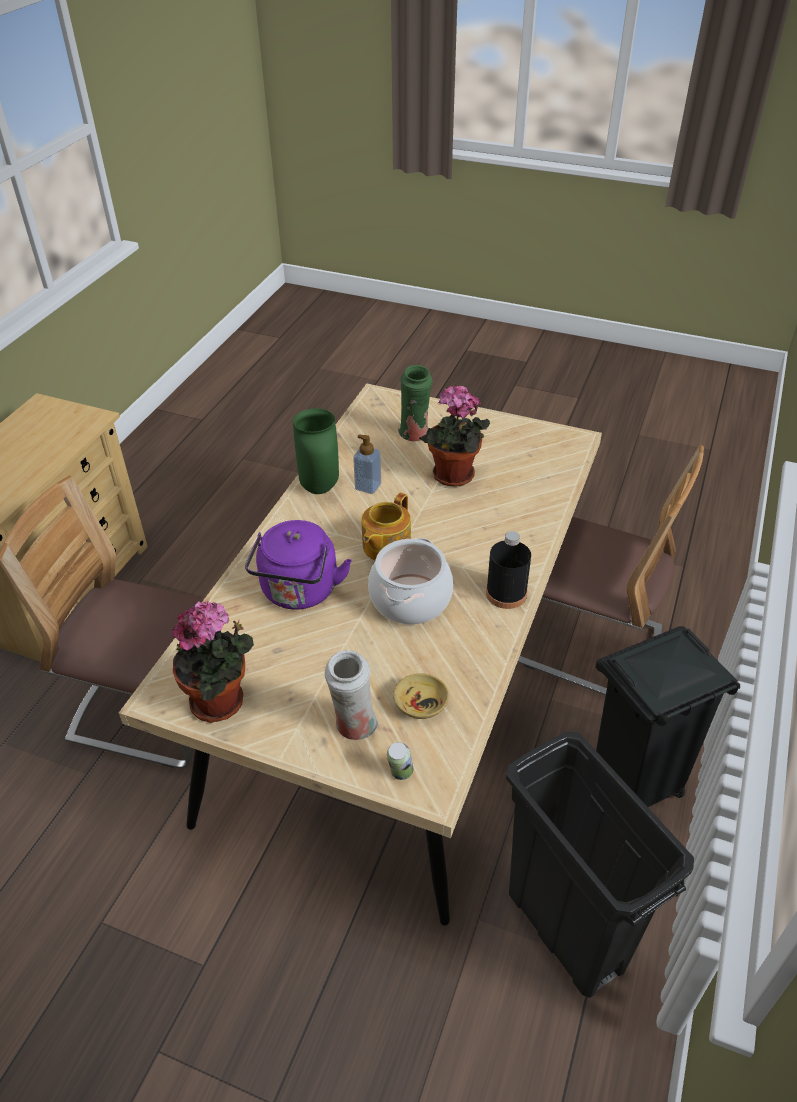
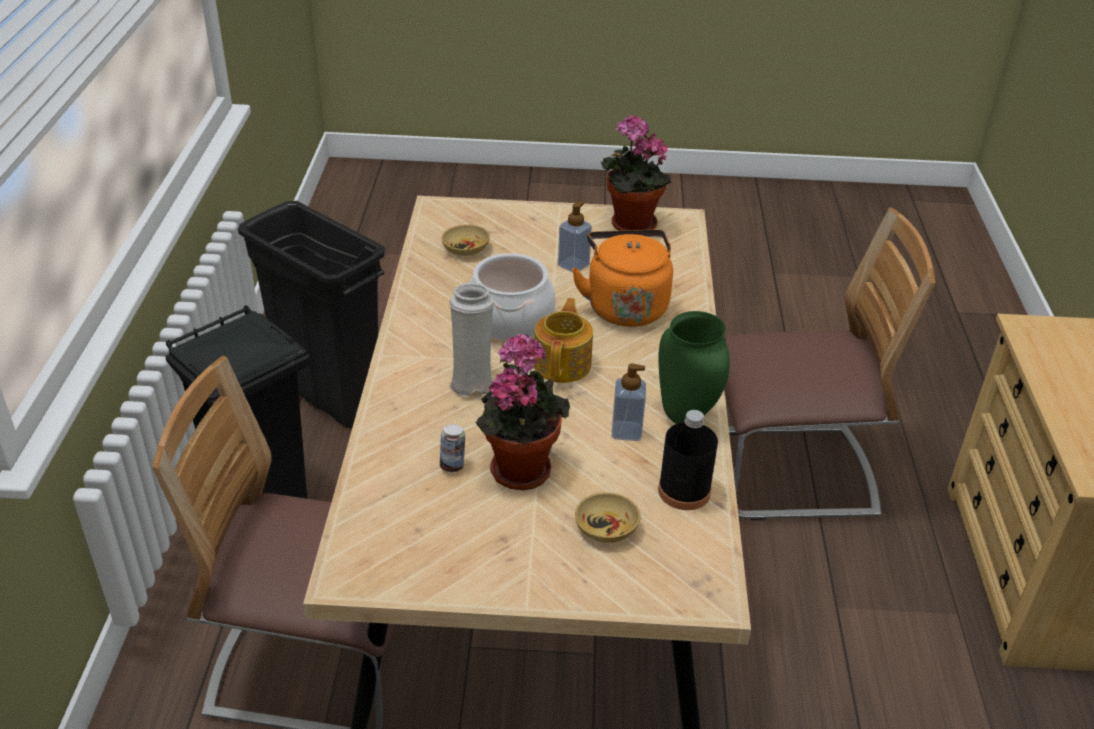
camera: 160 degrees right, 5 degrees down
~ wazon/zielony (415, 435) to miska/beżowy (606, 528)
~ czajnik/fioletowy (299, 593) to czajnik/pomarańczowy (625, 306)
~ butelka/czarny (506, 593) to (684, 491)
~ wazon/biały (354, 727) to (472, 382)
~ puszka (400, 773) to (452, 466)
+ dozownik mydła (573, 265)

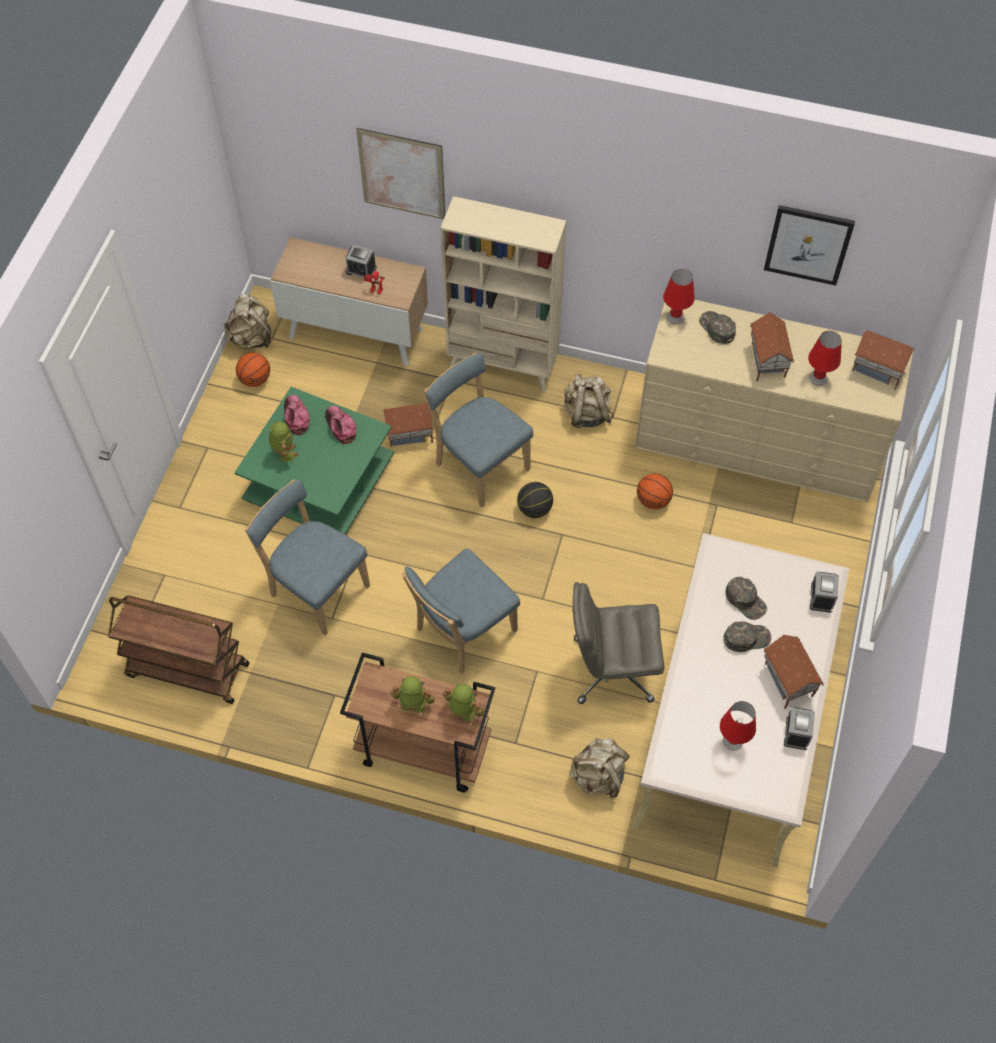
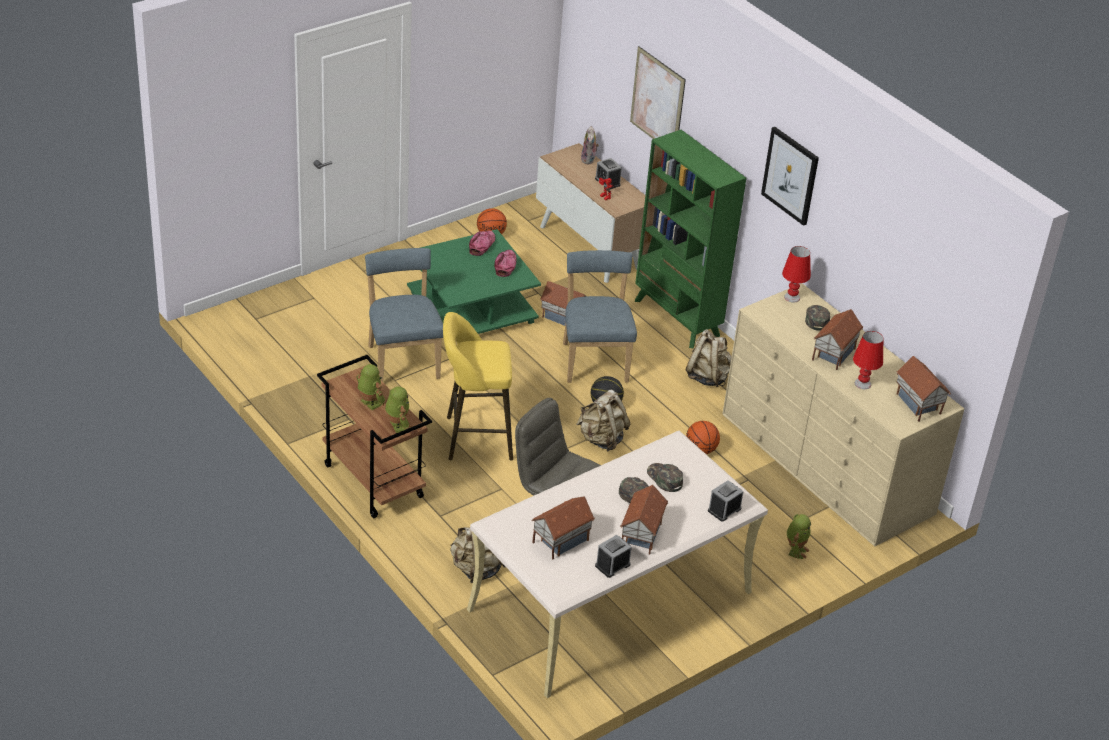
camera: 35 degrees right, 20 degrees down
~ regał/beżowy (503, 365) to regał/zielony (677, 318)
~ obraz (808, 244) to (790, 175)
~ plecak/beżowy (251, 338) to (601, 439)
~ robot zabawkowy (284, 452) to (795, 550)
~ krzesło/niebieski (462, 632) to stołek/żółty (474, 438)
~ czapka z daszkiem/zielony (746, 600) = (664, 478) 150 degrees clockwise
- wózek/brązowy (186, 670)
~ lampa stołowa/czerwony (732, 741) to domek (560, 541)
+ pluszak (589, 160)

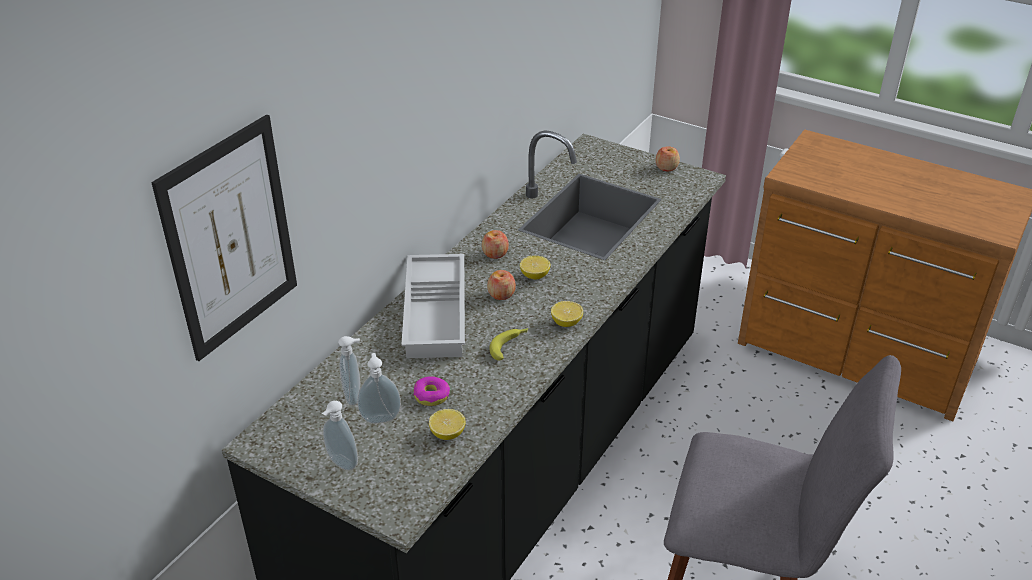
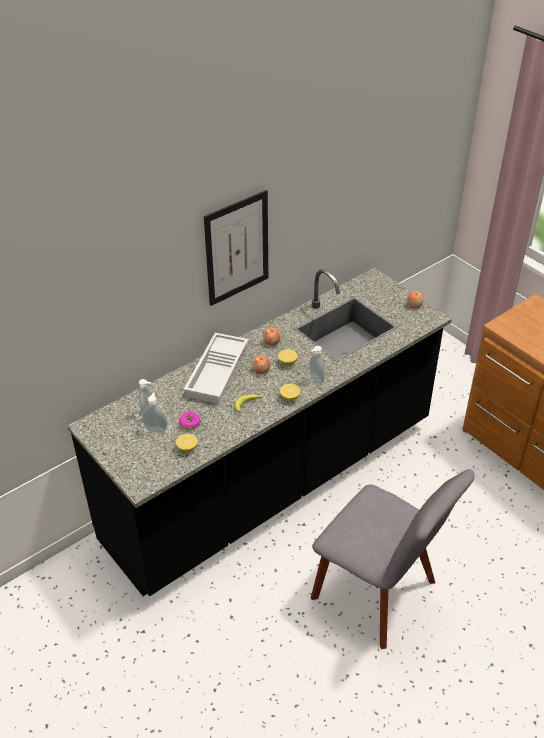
camera: 20 degrees right, 5 degrees up
~ obraz (230, 238) to (237, 248)
~ dozownik mydła (341, 464) to (315, 379)

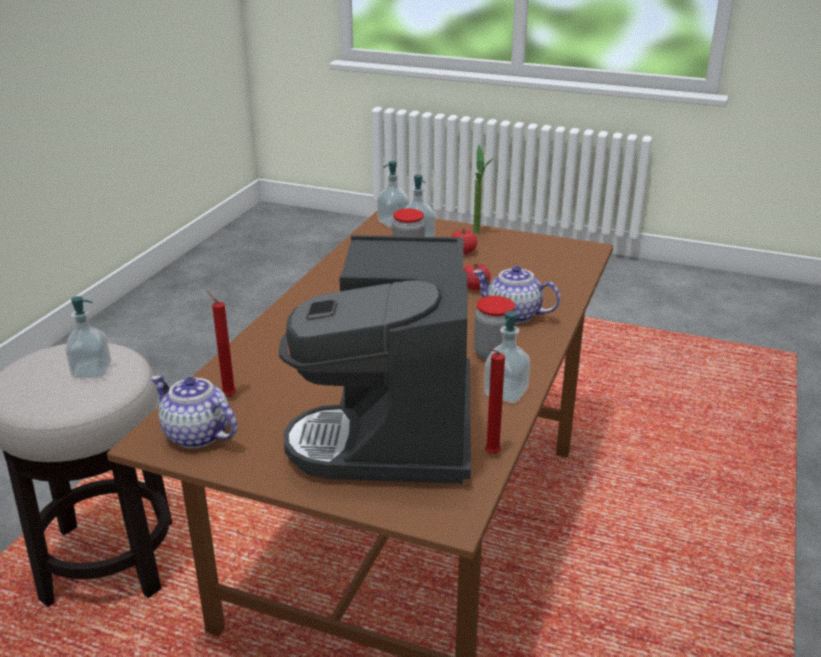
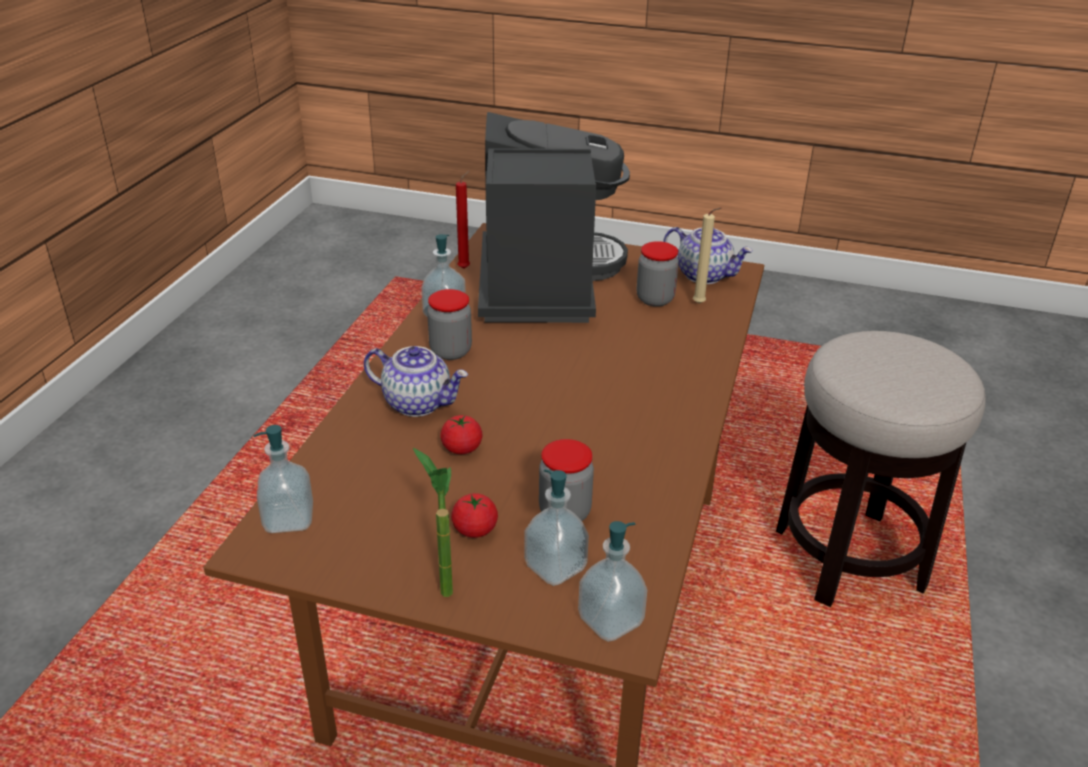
camera: 175 degrees right, 5 degrees up
~ świeca/czerwony (227, 396) to świeca/beżowy (701, 304)
~ dozownik mydła (92, 371) to (289, 519)
+ słoik (655, 299)

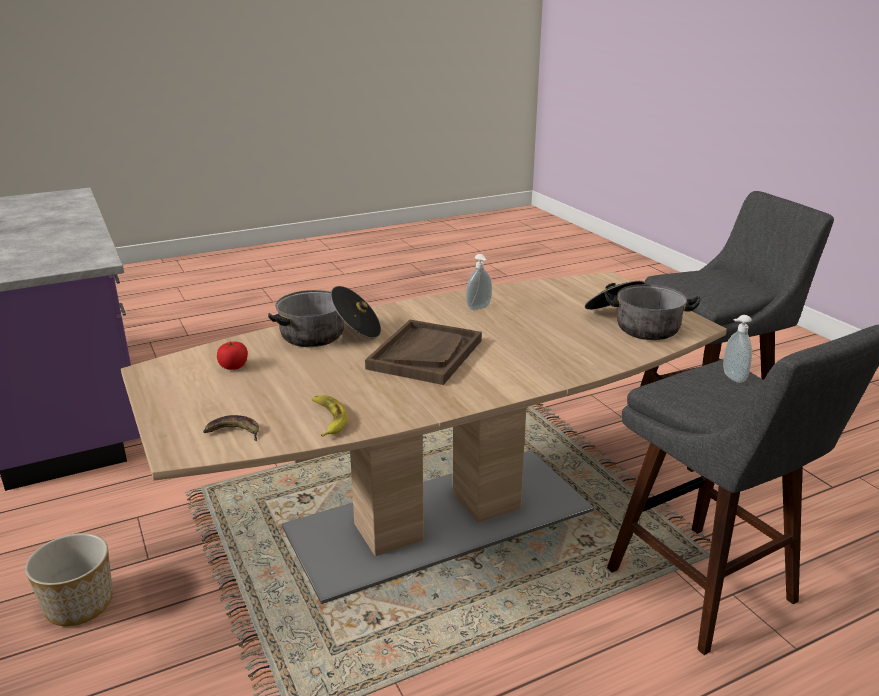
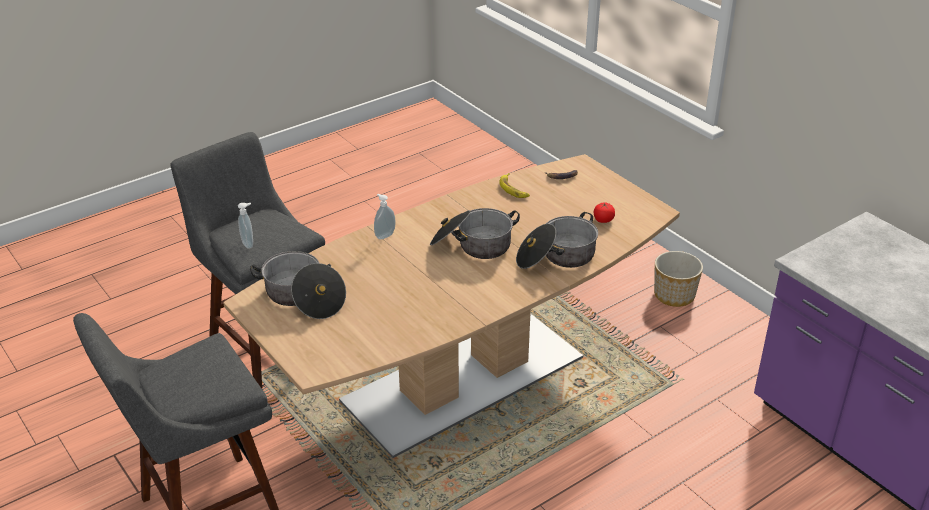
camera: 170 degrees right, 10 degrees up
~ dozownik mydła (479, 308) to (384, 235)
~ taca/brązowy (425, 354) to garnek (472, 245)

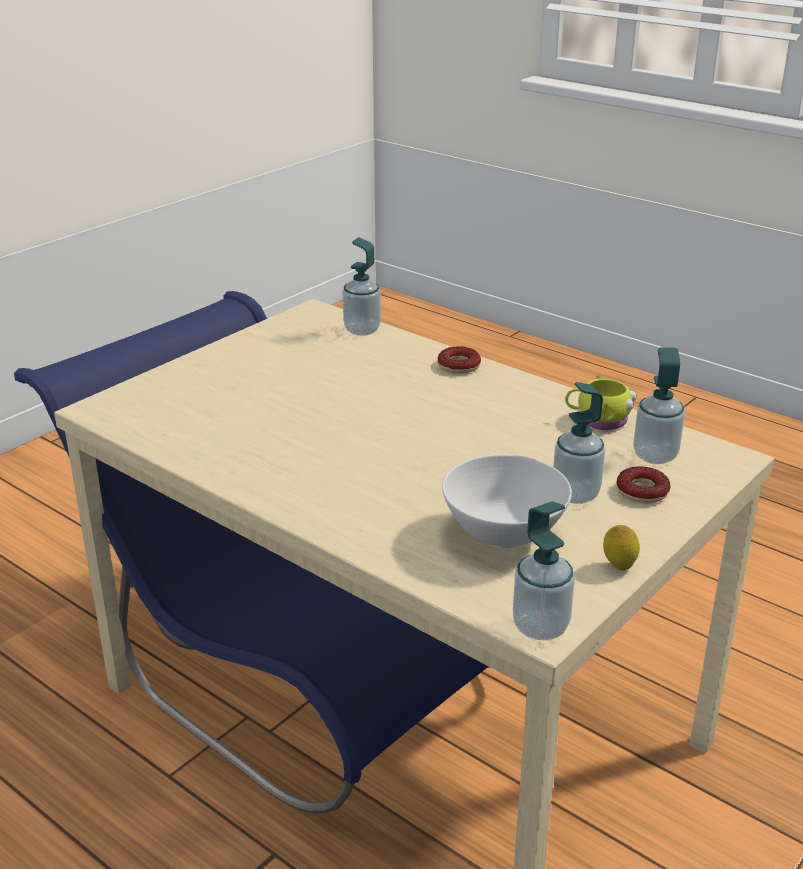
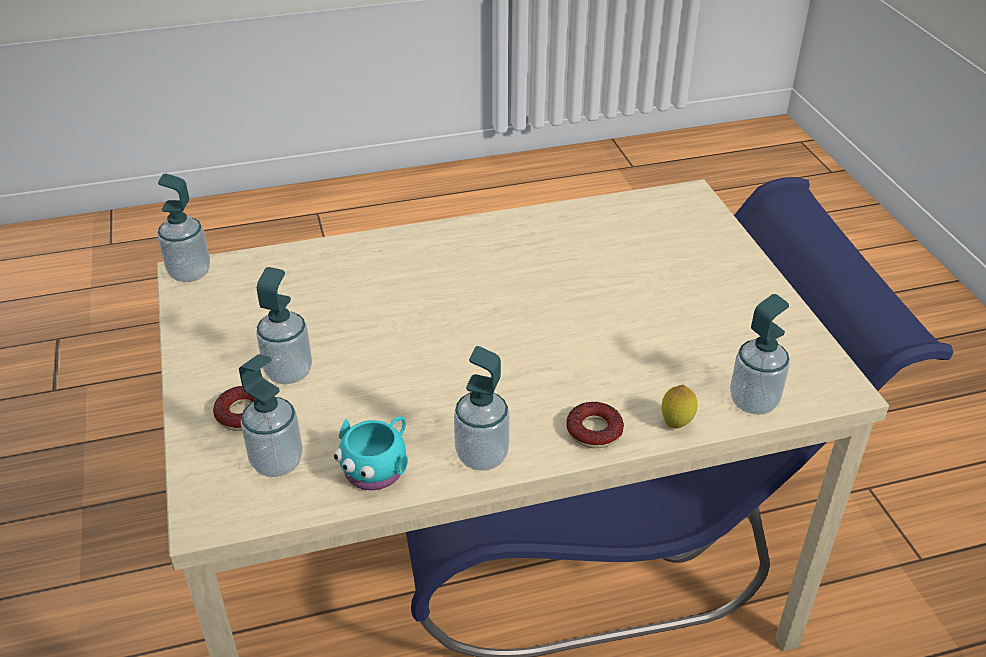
camera: 125 degrees right, 10 degrees up
~ kubek/żółty (598, 420) to kubek/turkusowy (378, 466)
- miska/biały (503, 536)
~ cytryna (618, 567) to (676, 424)
+ dozownik mydła (482, 456)

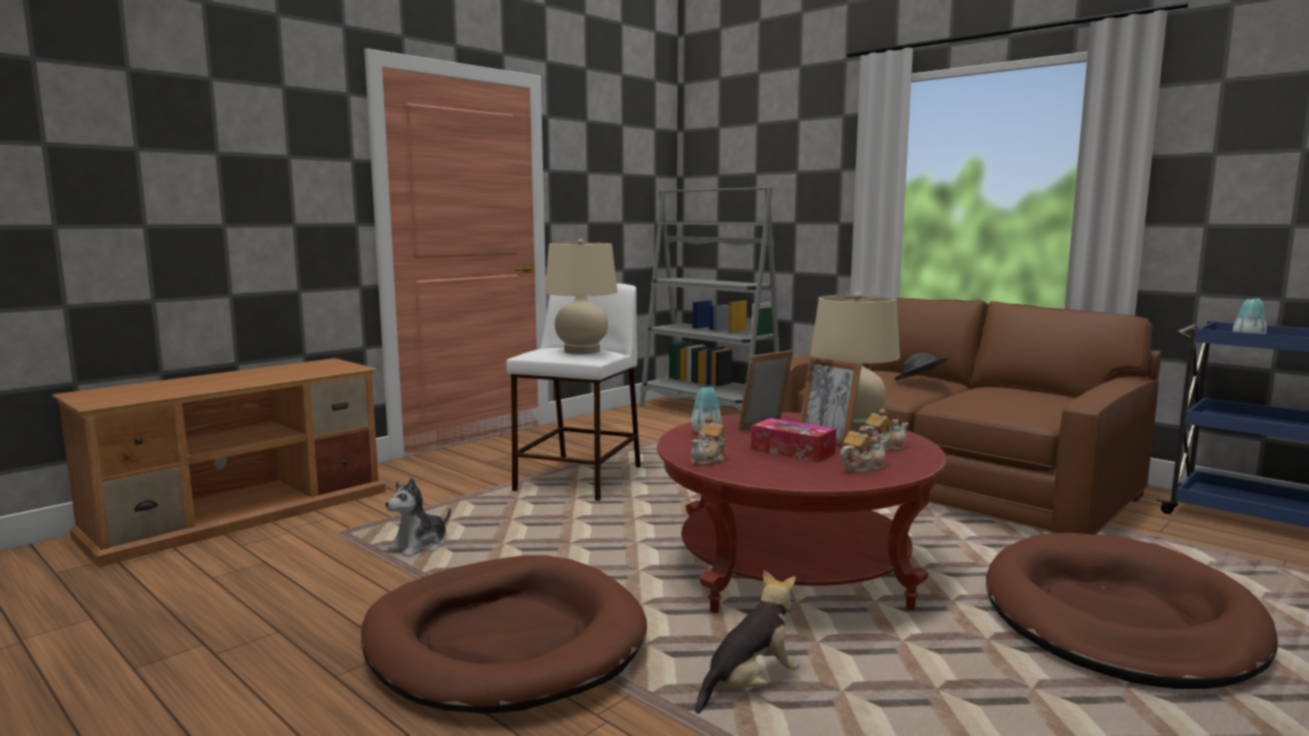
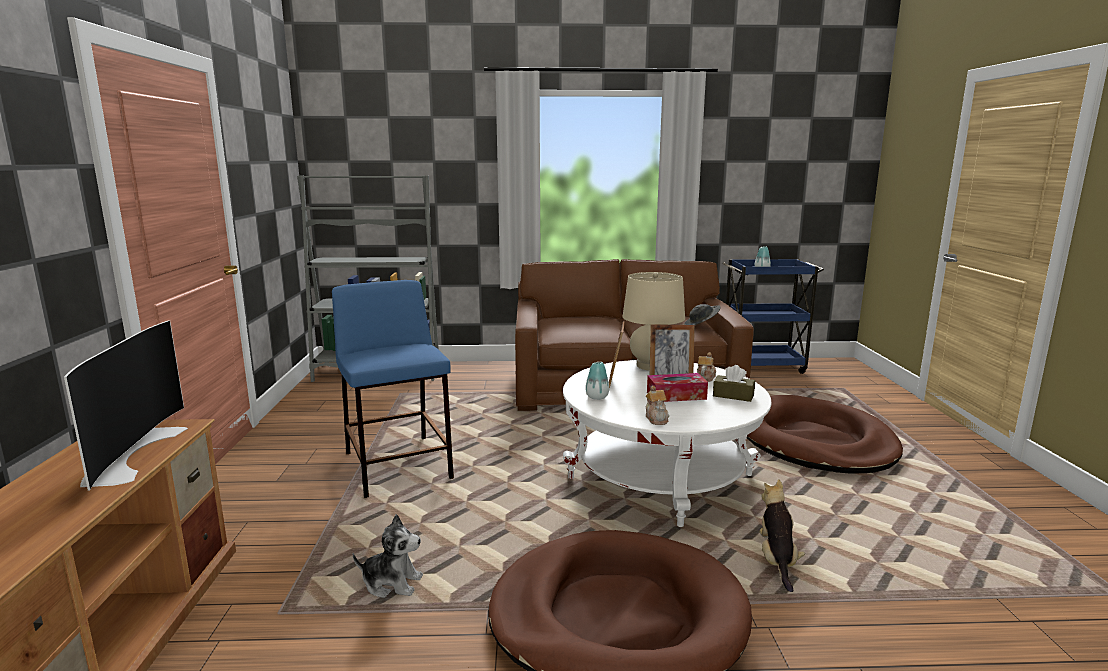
camera: 45 degrees left, 5 degrees up
- lampa stołowa/beżowy (582, 351)
~ stołek/biały (579, 479) to stołek/niebieski (398, 466)
~ kapelusz/szary (920, 382) to (701, 325)
~ ława/czerwony (793, 570) to ława/biały (660, 477)
~ imbryk (862, 468) to pudełko chusteczek/brązowy (733, 395)
~ pluszak (420, 546) = (392, 583) 75 degrees counterclockwise
+ telewizor (131, 453)

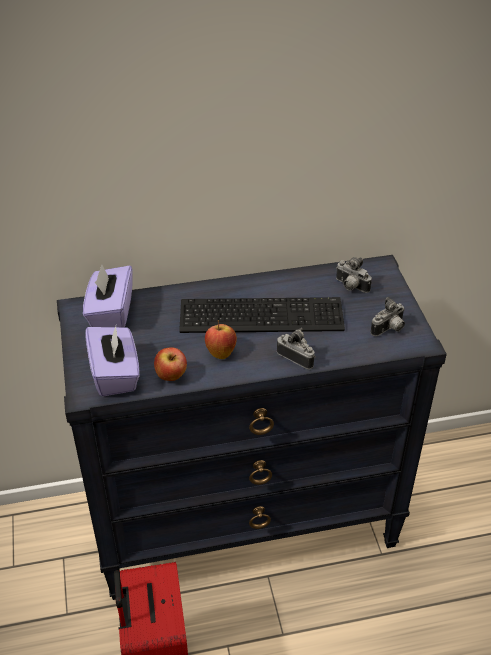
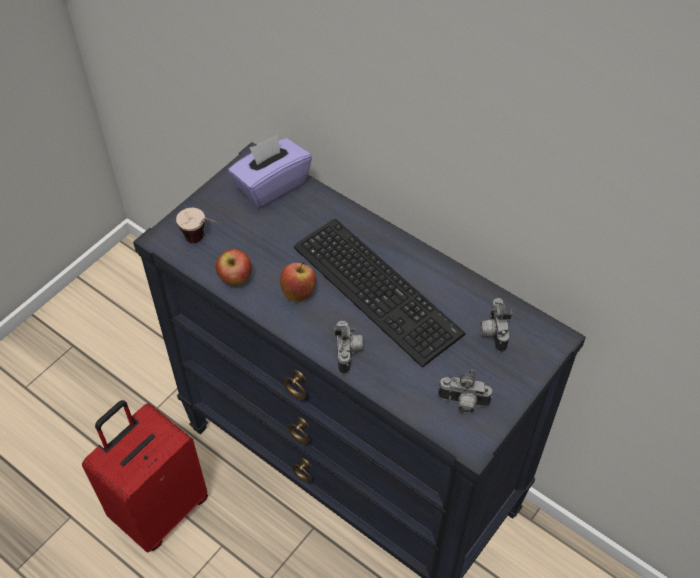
camera: 50 degrees right, 10 degrees up
~ pudełko chusteczek/fioletowy (115, 374) to filiżanka (202, 241)

